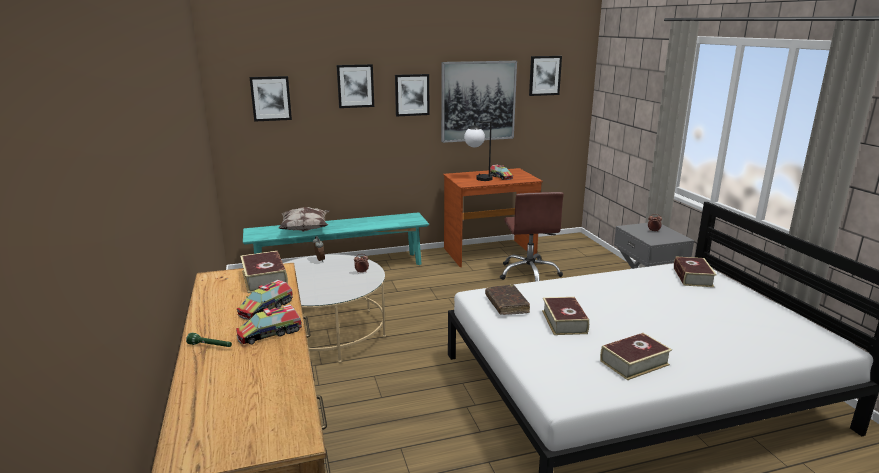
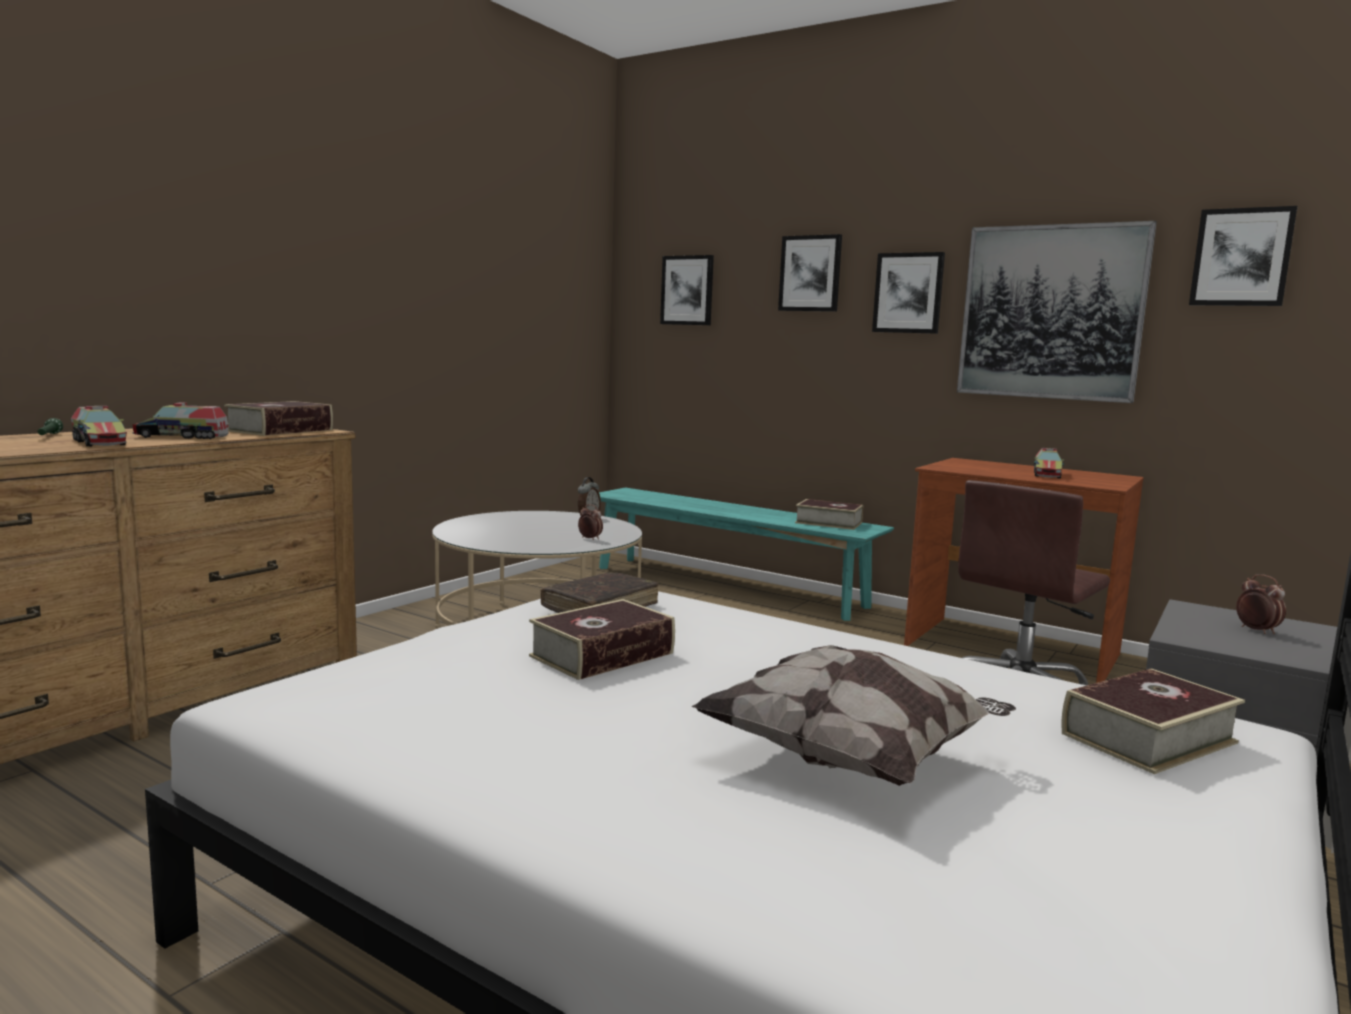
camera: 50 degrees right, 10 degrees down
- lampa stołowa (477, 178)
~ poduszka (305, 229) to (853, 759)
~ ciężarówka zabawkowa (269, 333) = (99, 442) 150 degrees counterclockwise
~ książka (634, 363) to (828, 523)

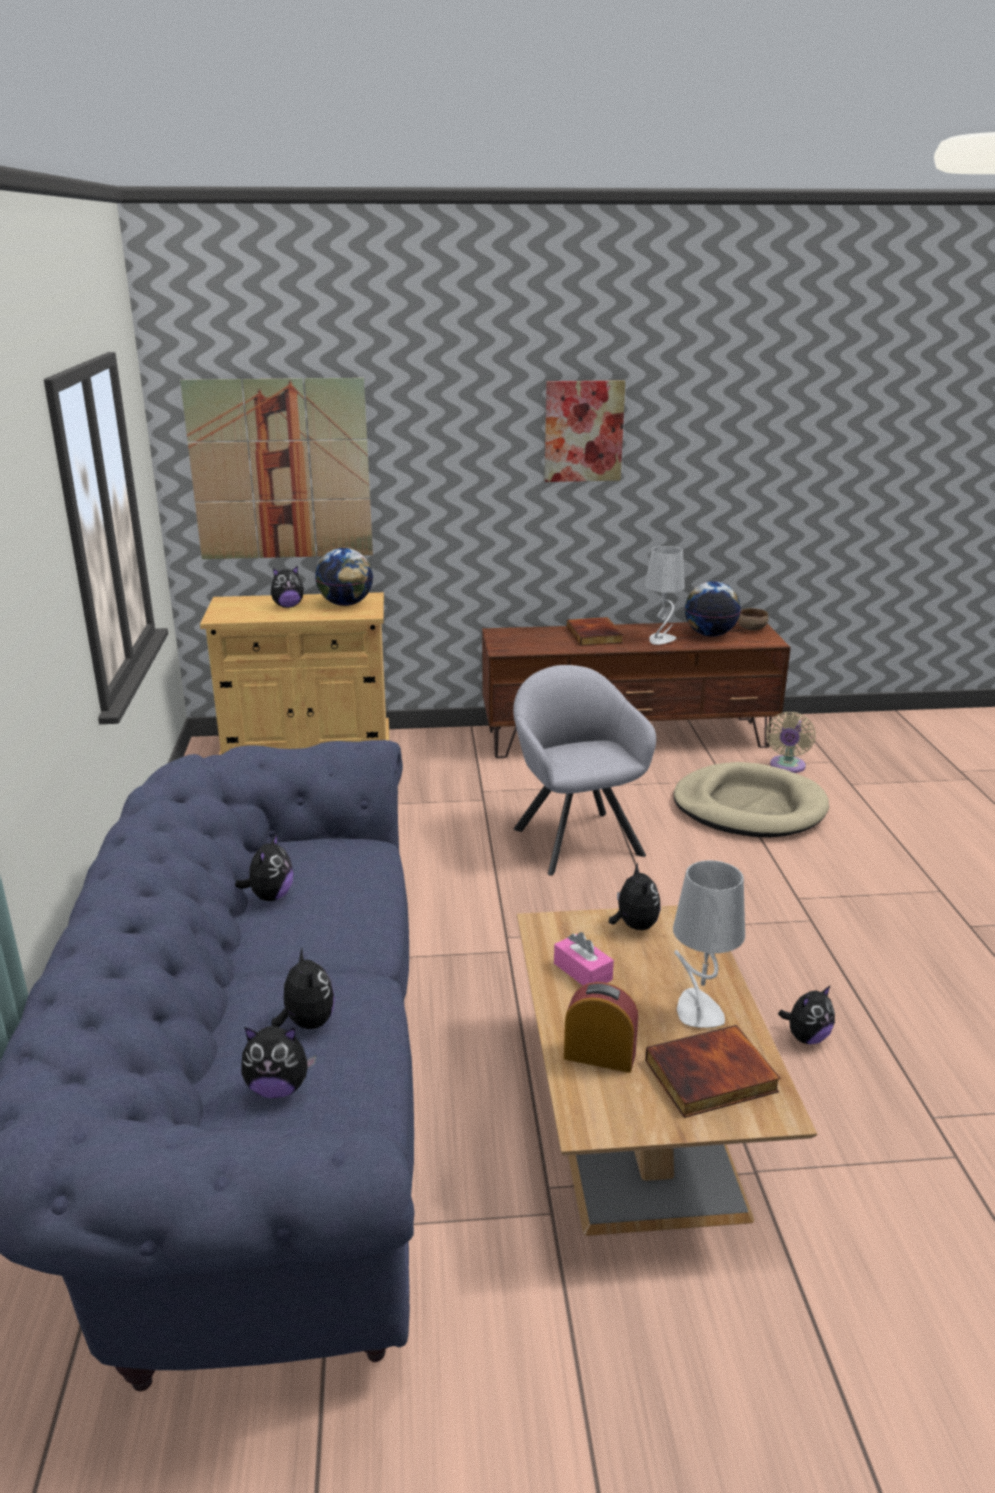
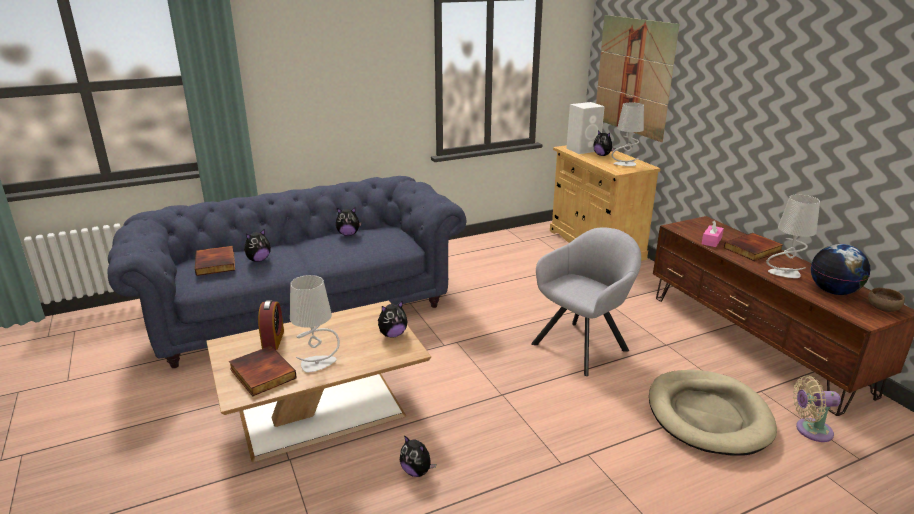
camera: 70 degrees right, 0 degrees up
- obraz (583, 431)
~ globus (346, 604) to lampa stołowa/szary (625, 164)
~ pudełko chusteczek/różowy (582, 971) to (711, 241)
~ pluszak (278, 1088) to książka (217, 263)
+ głośnik/biały (583, 149)

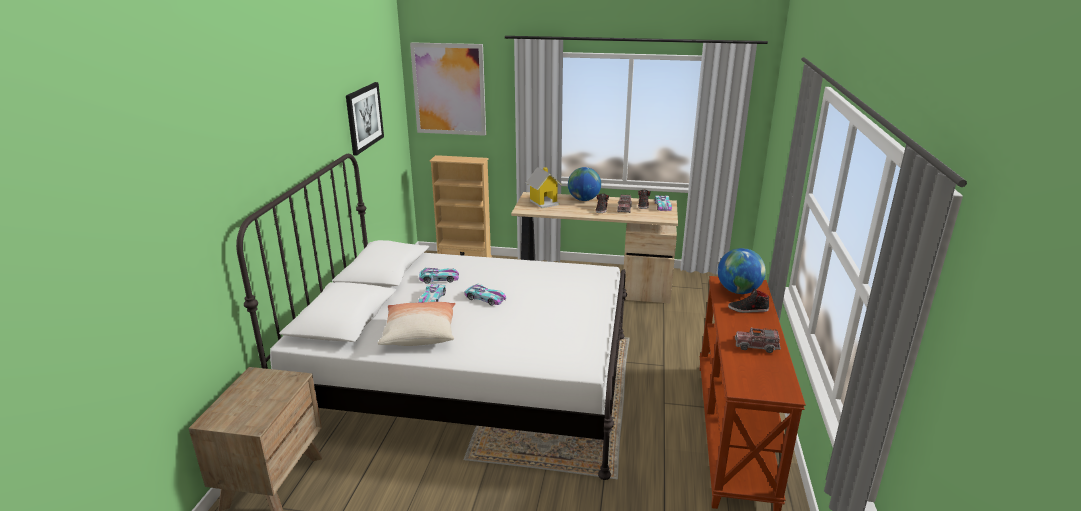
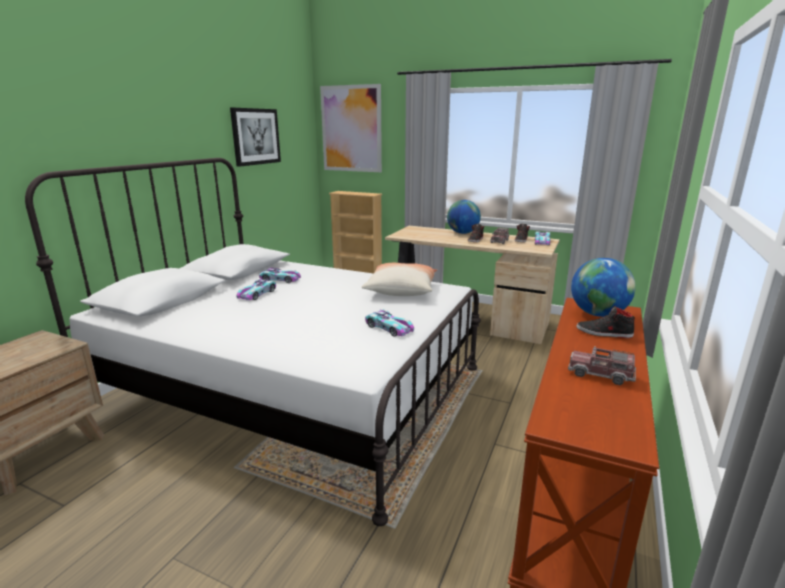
camera: 15 degrees right, 5 degrees down
- domek (544, 202)
~ samochodzik (485, 298) to (389, 328)
~ poduszka (419, 334) to (401, 290)

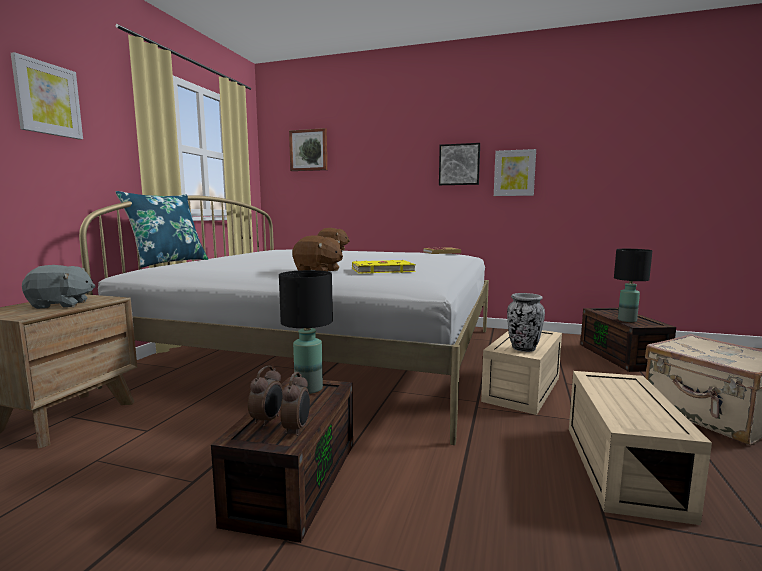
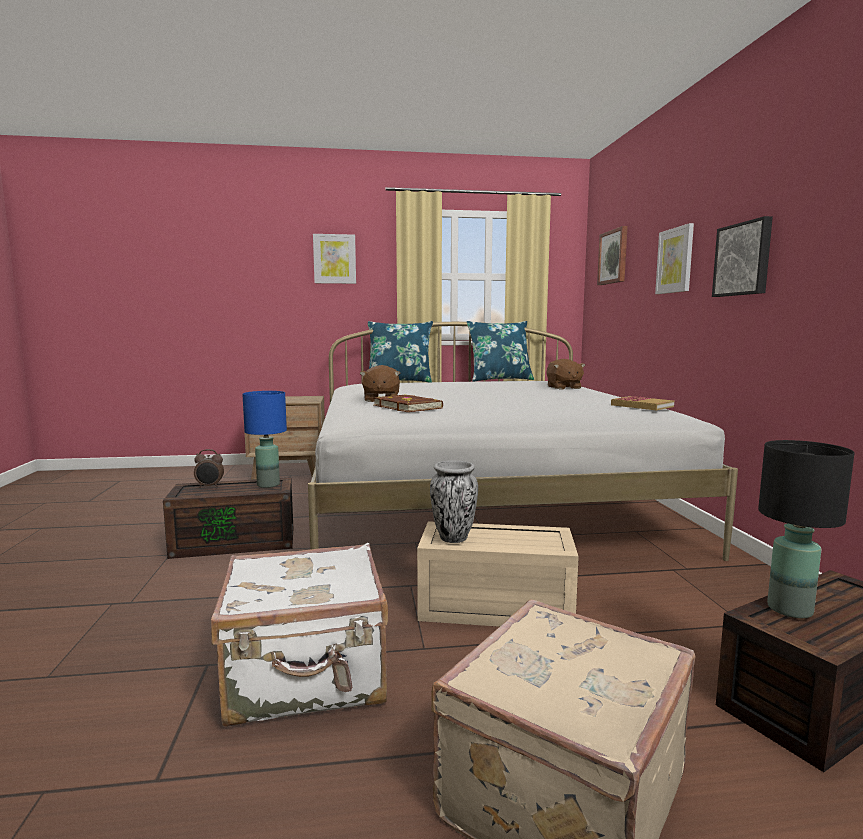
camera: 65 degrees right, 0 degrees up
~ obraz (514, 173) to (675, 260)
~ książka/żółty (382, 270) to książka/brązowy (408, 407)
- pluszak/szary (61, 305)
~ lampa stołowa/czarny (308, 388) to lampa stołowa/niebieski (268, 485)
~ pojemnik do przechowywania/beżowy (619, 467) to walizka/biały (307, 677)
- budzik (297, 429)
+ poduszka/niebieski (499, 380)

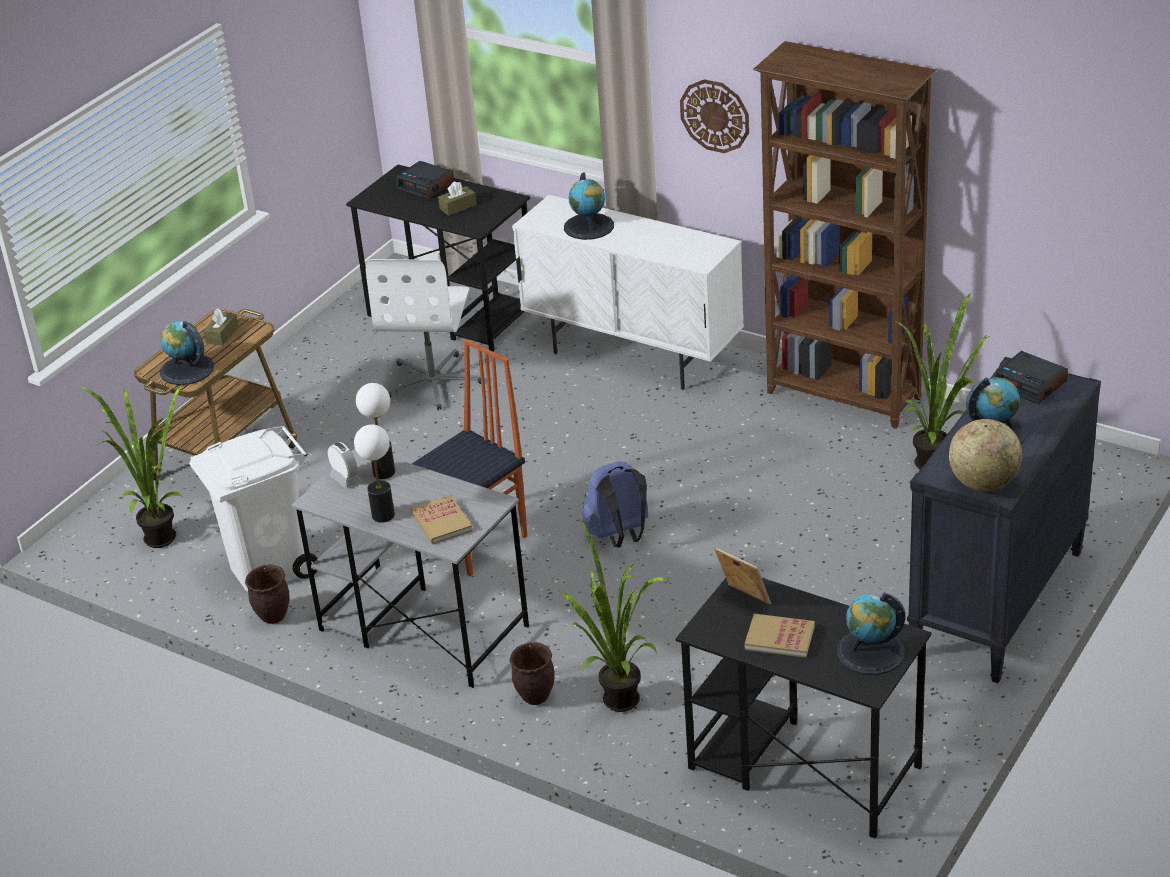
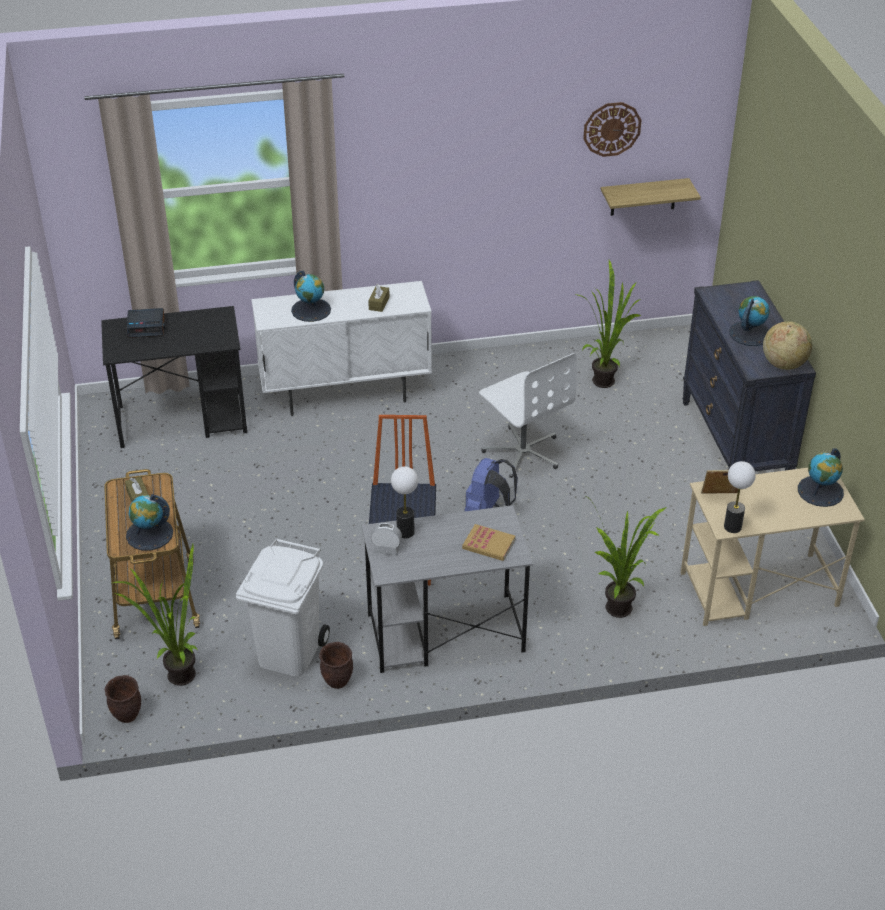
camera: 45 degrees left, 5 degrees up
- regał/brązowy (844, 396)
~ zegar ścienny (715, 115) to (612, 129)
~ pudełko chusteczek/brązowy (458, 207) to (379, 303)
~ krzesło biurowe/biały (434, 382) to (523, 452)
- budzik (1031, 384)
~ lampa stołowa (383, 515) to (732, 527)
~ biurko/czarny (802, 767) to biurko/beżowy (757, 590)
- książka (779, 638)
~ donica/brązowy (534, 696) to (126, 716)
+ półka (643, 197)

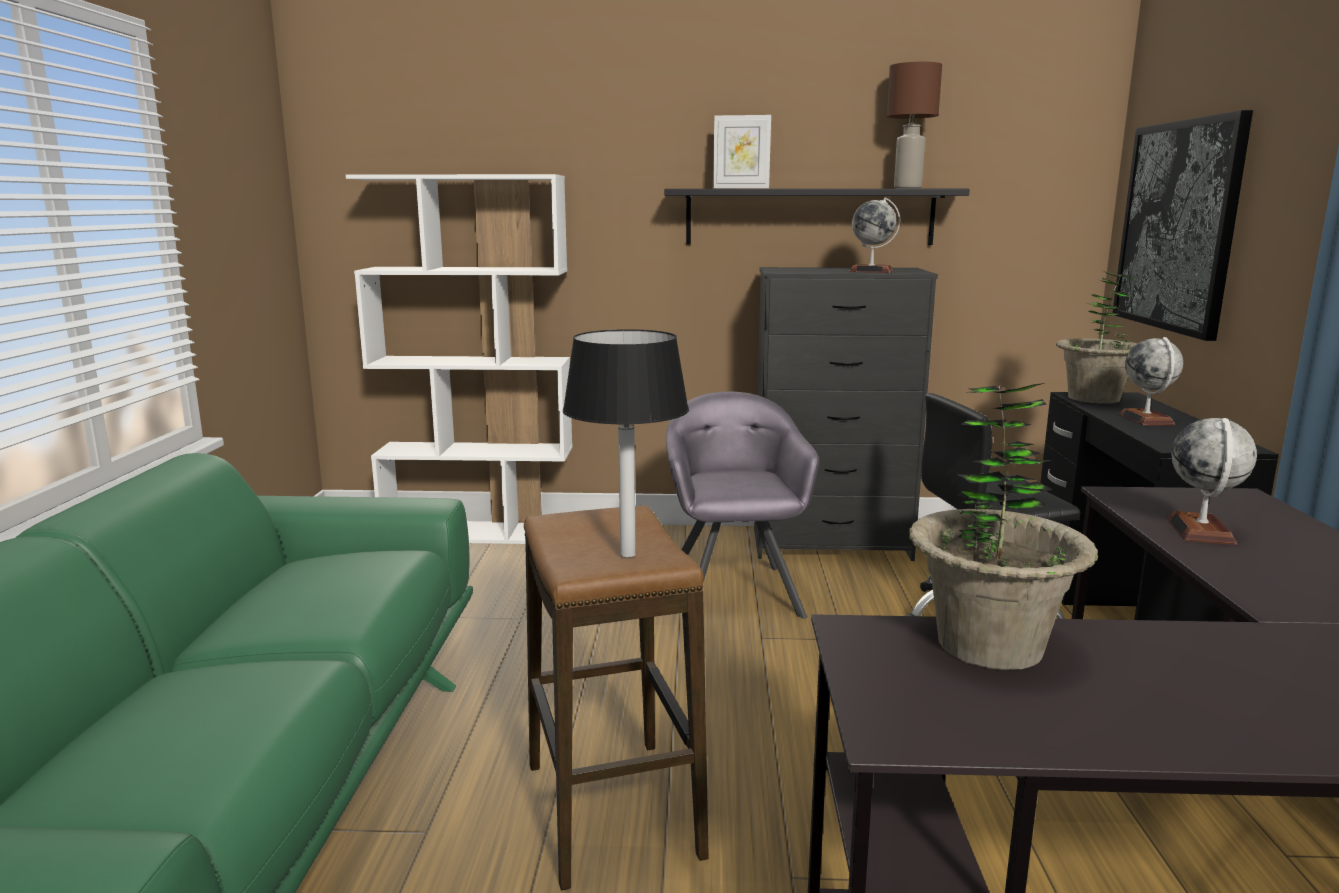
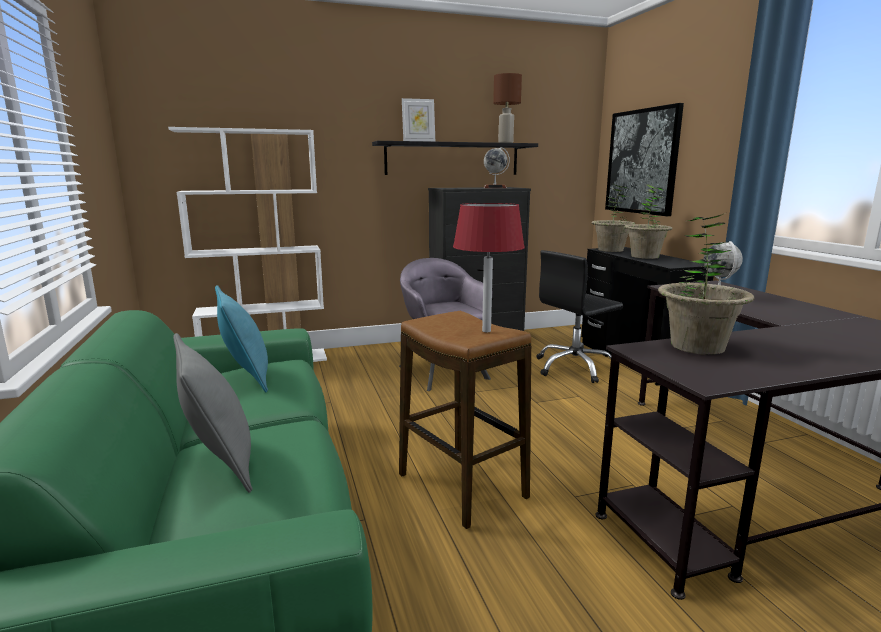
camera: 20 degrees left, 0 degrees up
~ lampa stołowa/czarny (627, 554) to lampa stołowa/czerwony (486, 331)
~ globus (1146, 419) to roślina doniczkowa (645, 256)
+ poduszka/turkusowy (246, 377)
+ poduszka/szary (220, 463)

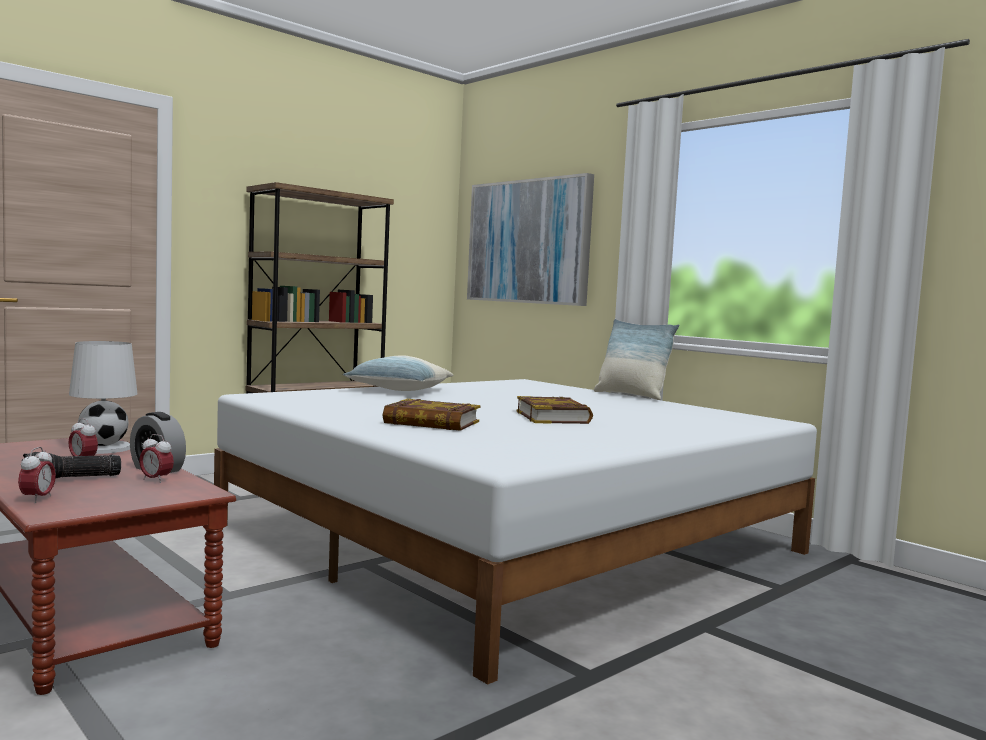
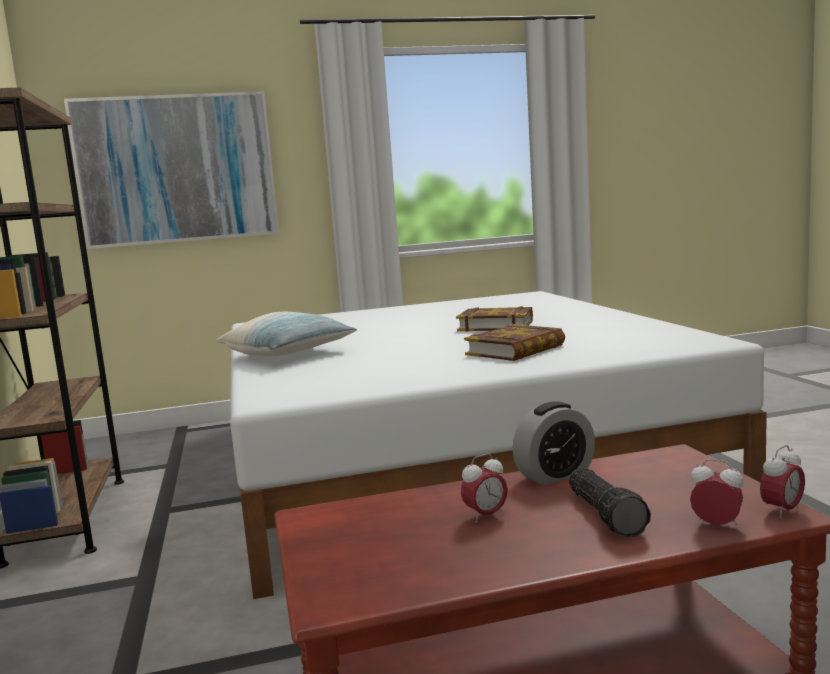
camera: 60 degrees left, 5 degrees up
- poduszka (631, 395)
- lampa stołowa/biały (104, 448)
~ budzik (156, 480) to (782, 511)

